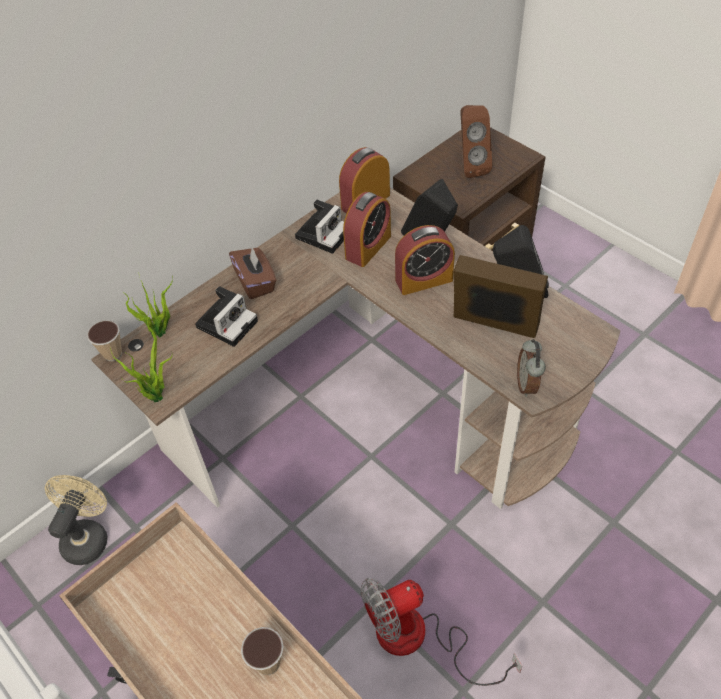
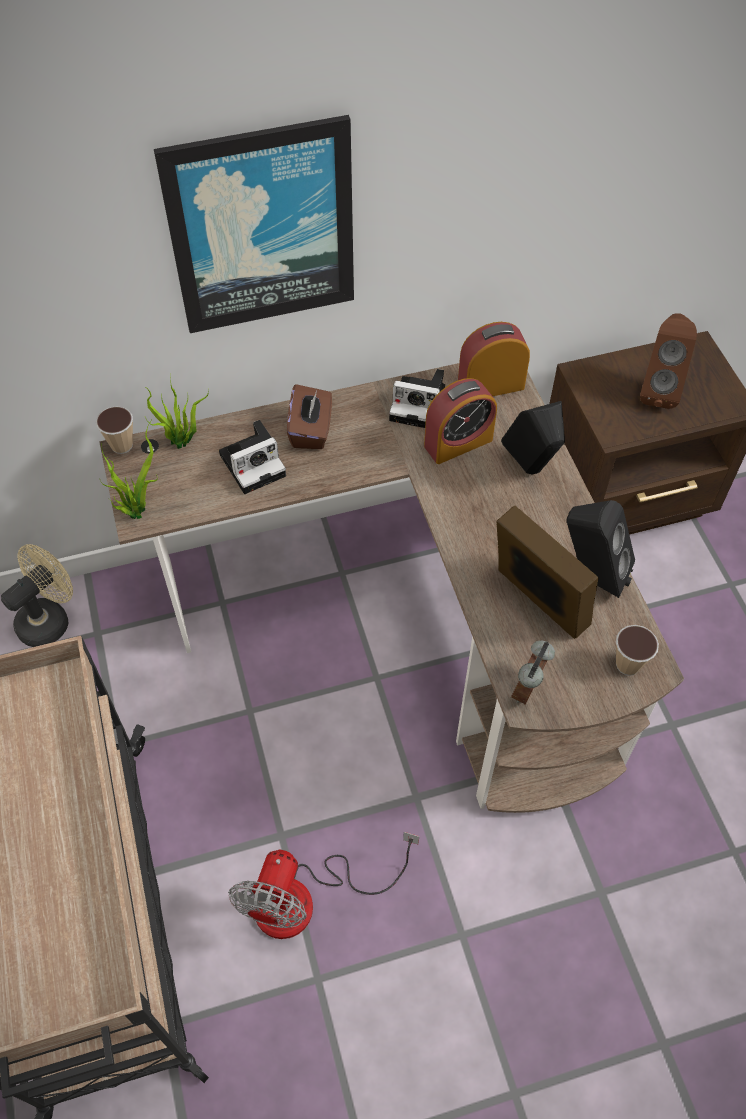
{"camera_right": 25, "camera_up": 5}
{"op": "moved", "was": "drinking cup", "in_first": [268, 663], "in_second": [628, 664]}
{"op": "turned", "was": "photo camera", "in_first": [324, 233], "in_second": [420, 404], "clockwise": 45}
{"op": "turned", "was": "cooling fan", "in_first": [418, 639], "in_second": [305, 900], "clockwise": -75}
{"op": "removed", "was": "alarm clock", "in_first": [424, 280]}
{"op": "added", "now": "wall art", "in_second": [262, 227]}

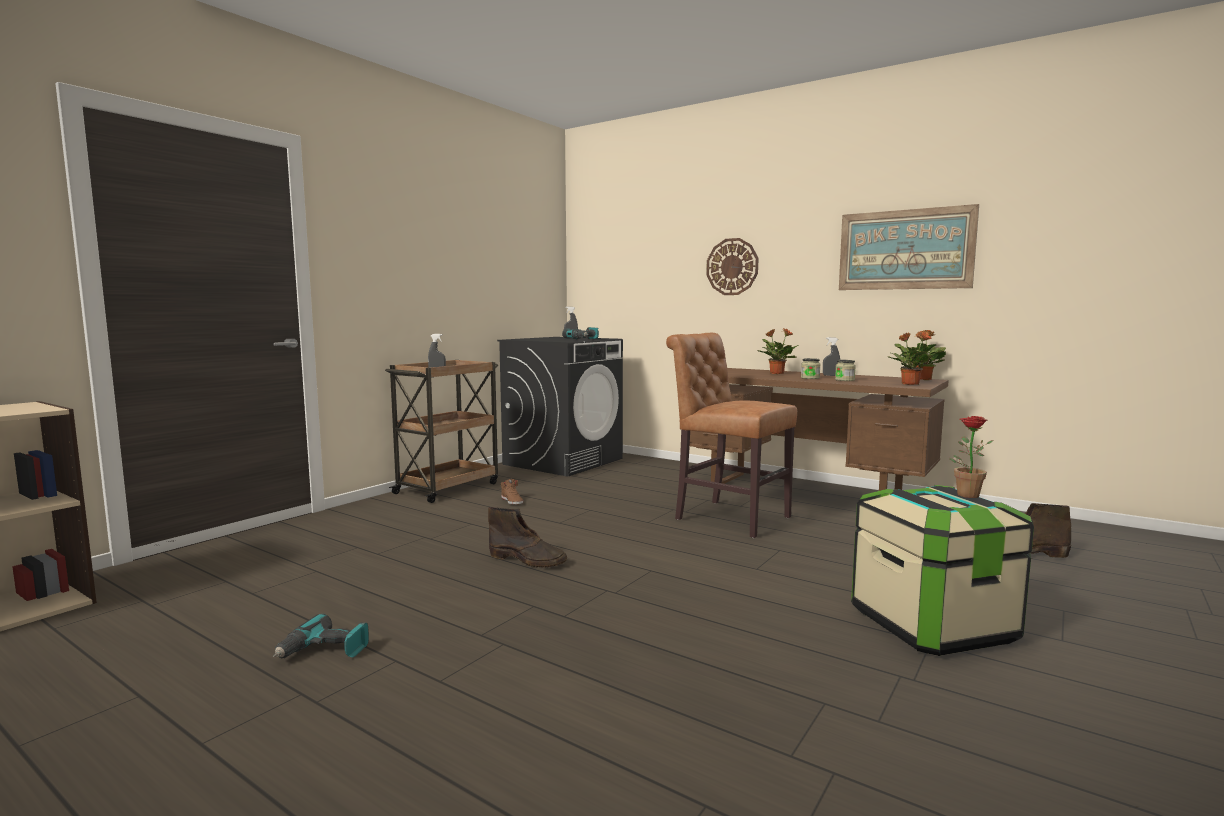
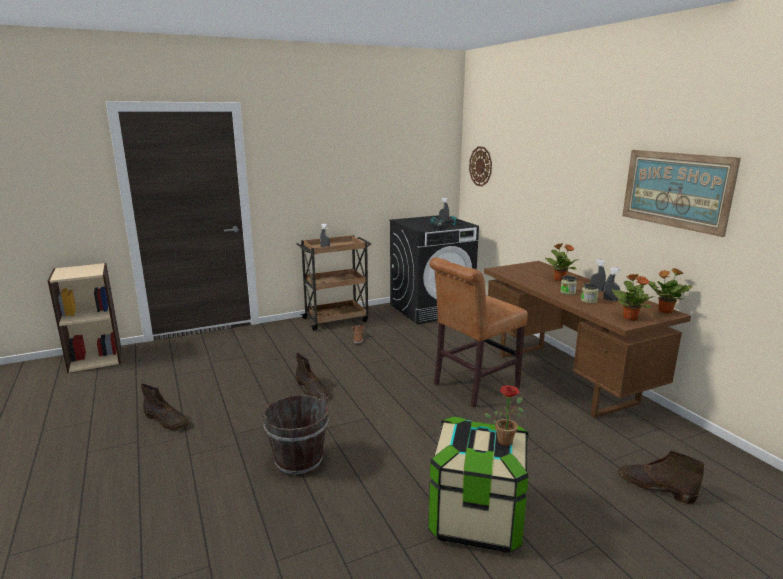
{"camera_right": 30, "camera_up": 10}
{"op": "replaced", "was": "power drill", "now": "brown-coloured high-top boot", "in_first": [324, 651], "in_second": [167, 421]}
{"op": "turned", "was": "brown-coloured plain chair", "in_first": [727, 517], "in_second": [472, 387], "clockwise": -105}
{"op": "moved", "was": "clock on the wall", "in_first": [732, 267], "in_second": [480, 166]}
{"op": "added", "now": "brown-coloured water bucket", "in_second": [299, 461]}
{"op": "added", "now": "greyish hand sprayer", "in_second": [610, 300]}

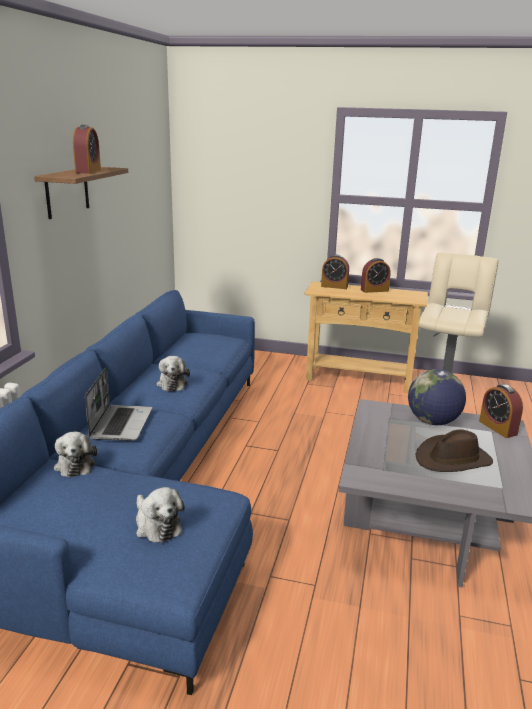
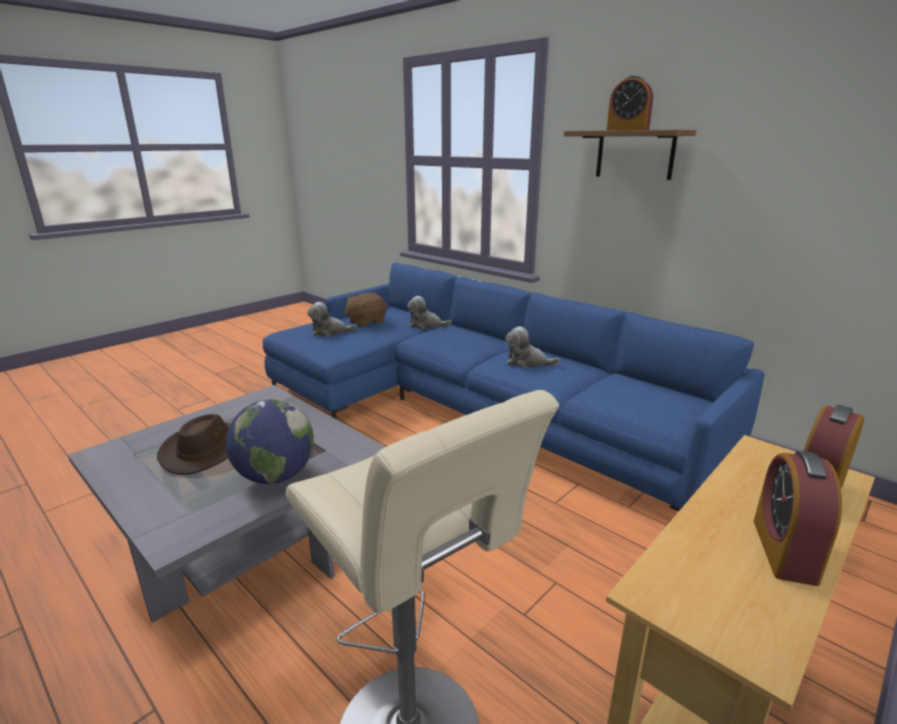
{"camera_right": 120, "camera_up": 0}
{"op": "removed", "was": "portable computer", "in_first": [121, 423]}
{"op": "removed", "was": "alarm clock", "in_first": [497, 428]}
{"op": "added", "now": "brown-coloured plush toy", "in_second": [366, 322]}

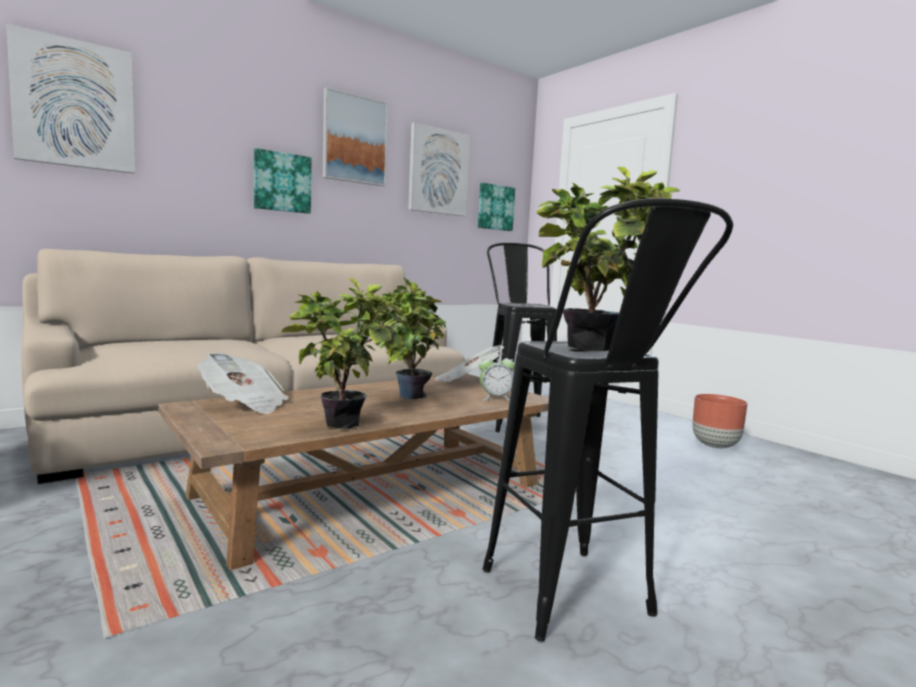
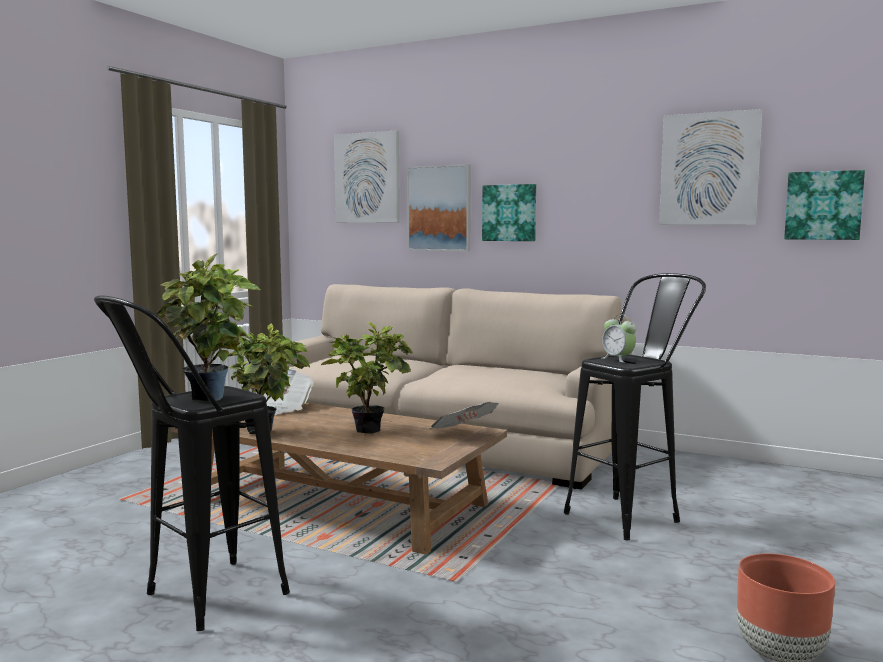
{"camera_right": 65, "camera_up": 0}
{"op": "moved", "was": "wall art", "in_first": [354, 139], "in_second": [439, 208]}
{"op": "moved", "was": "alarm clock", "in_first": [495, 398], "in_second": [618, 359]}

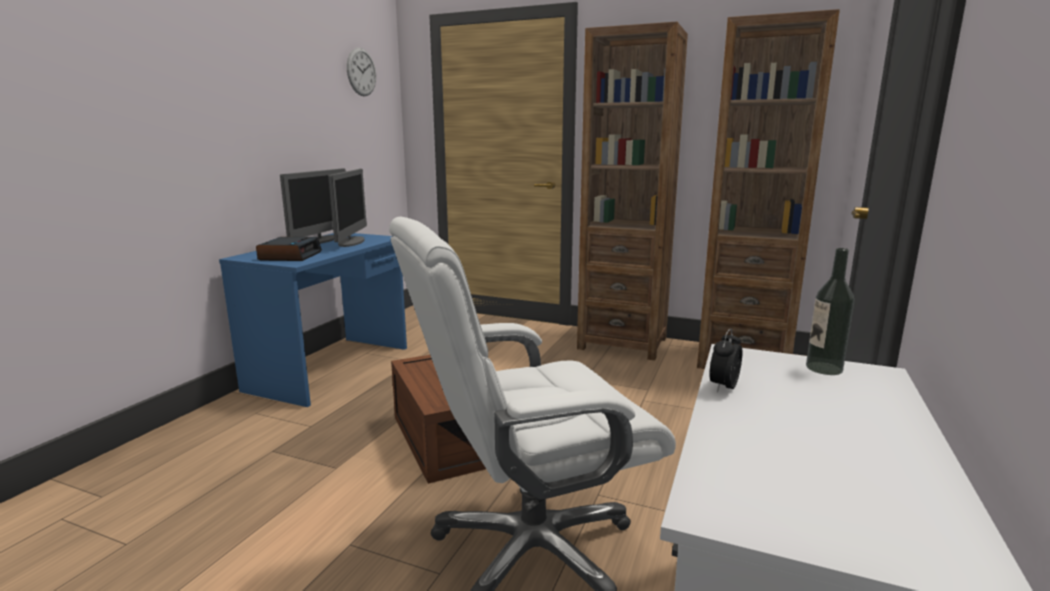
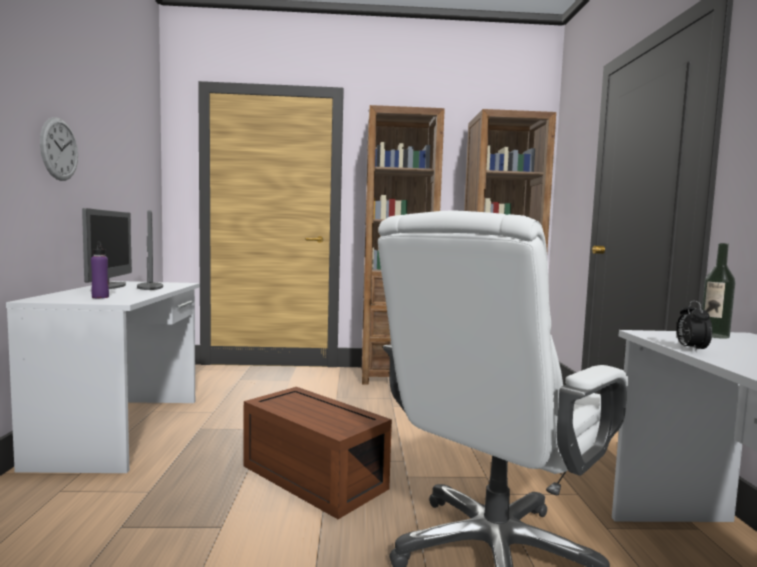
{"camera_right": -25, "camera_up": -10}
{"op": "recoloured", "was": "blue-coloured desk unit", "now": "white desk unit", "in_first": [332, 368], "in_second": [123, 430]}
{"op": "replaced", "was": "alarm clock", "now": "purple-coloured drink bottle", "in_first": [290, 256], "in_second": [100, 297]}
{"op": "moved", "was": "clock on the wall", "in_first": [361, 72], "in_second": [59, 149]}

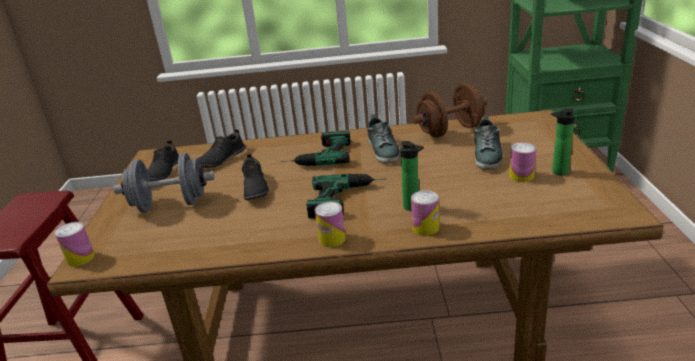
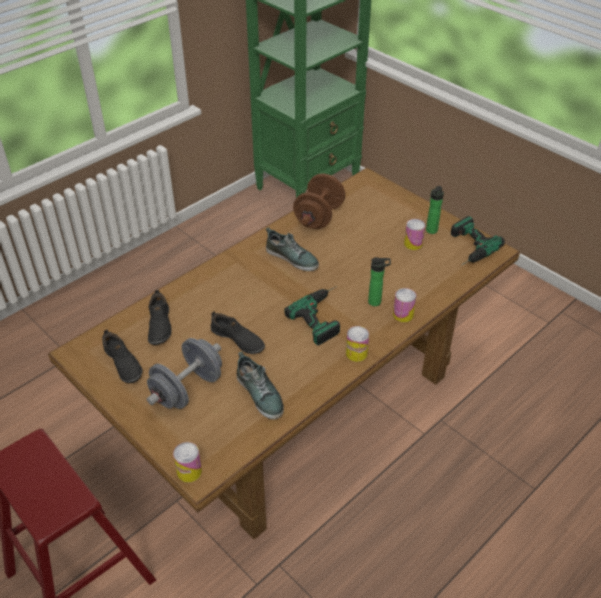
{"camera_right": -45, "camera_up": 15}
{"op": "moved", "was": "power drill", "in_first": [318, 155], "in_second": [466, 247]}
{"op": "moved", "was": "item of footwear", "in_first": [487, 155], "in_second": [260, 394]}

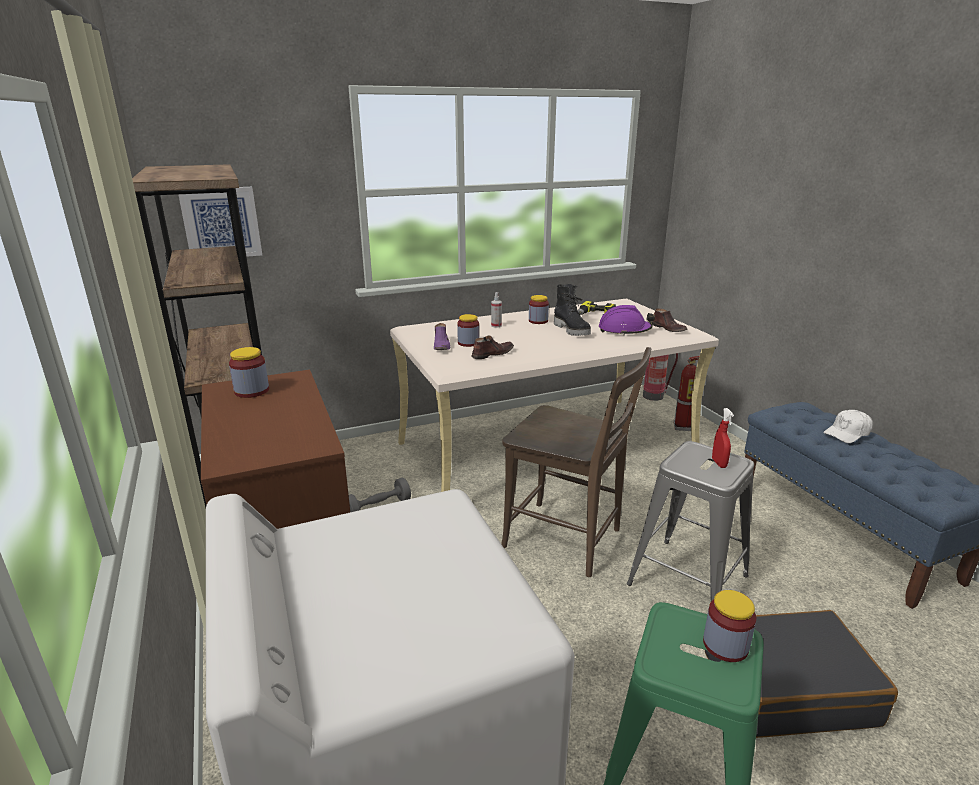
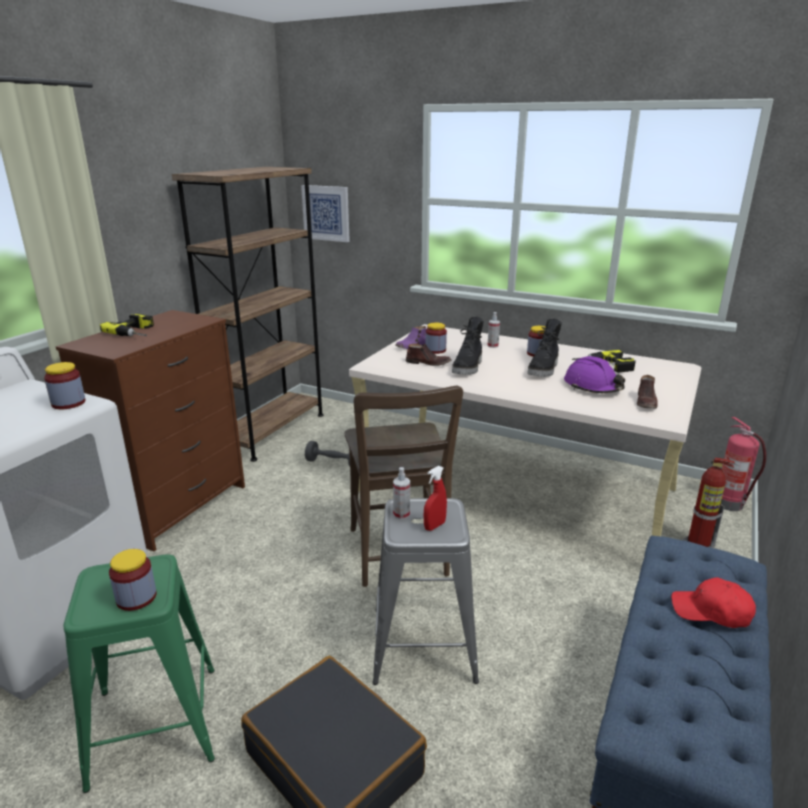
{"camera_right": 50, "camera_up": 0}
{"op": "moved", "was": "preserve jar", "in_first": [252, 391], "in_second": [68, 403]}
{"op": "recoloured", "was": "white baseball cap", "now": "red-coloured baseball cap", "in_first": [847, 433], "in_second": [711, 611]}
{"op": "added", "now": "power drill", "in_second": [138, 332]}
{"op": "added", "now": "hand sprayer", "in_second": [401, 514]}
{"op": "added", "now": "blackish high-top boot", "in_second": [468, 368]}

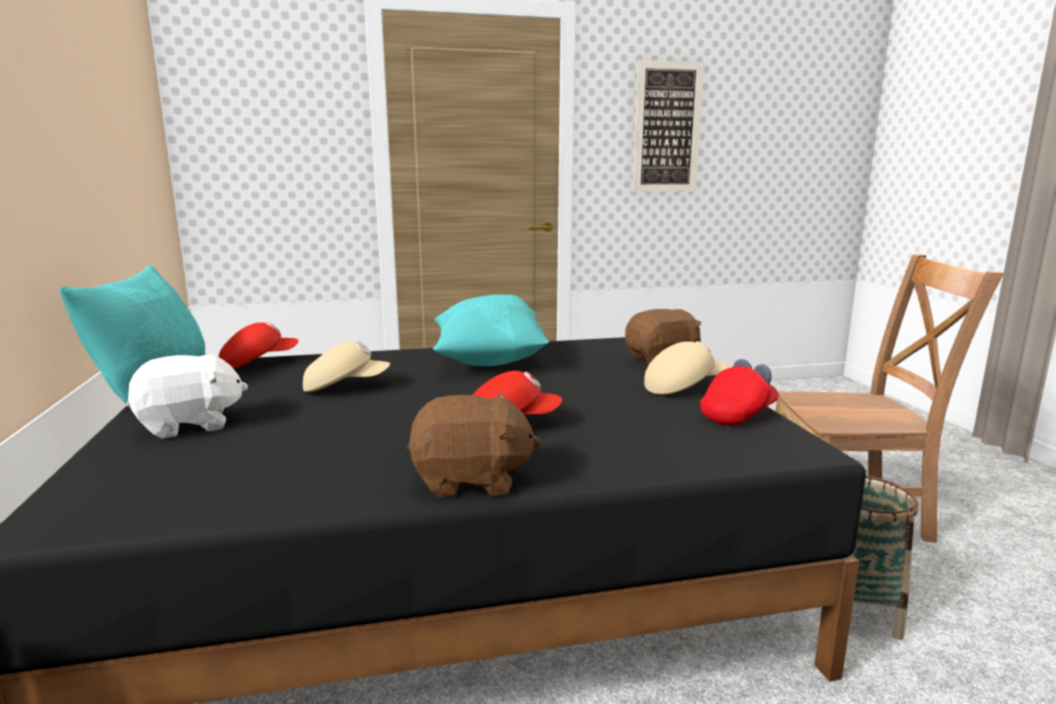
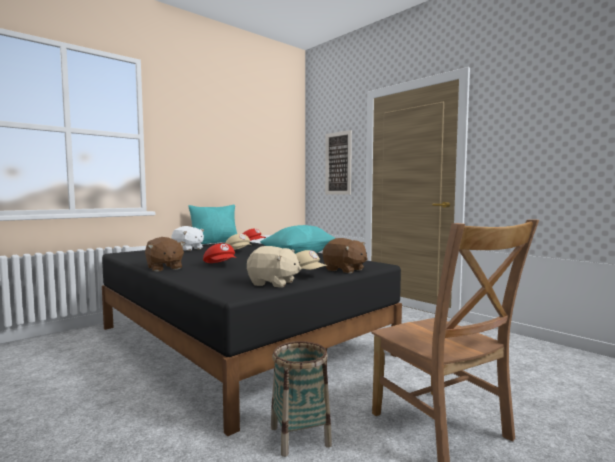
{"camera_right": 60, "camera_up": -10}
{"op": "moved", "was": "wall art", "in_first": [667, 128], "in_second": [338, 163]}
{"op": "replaced", "was": "red-coloured baseball cap", "now": "beige plush toy", "in_first": [738, 414], "in_second": [273, 283]}

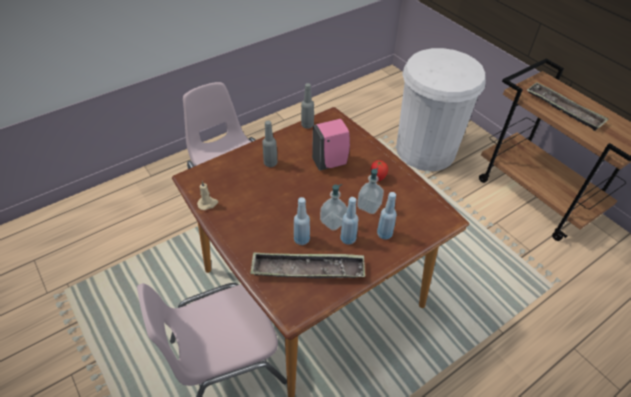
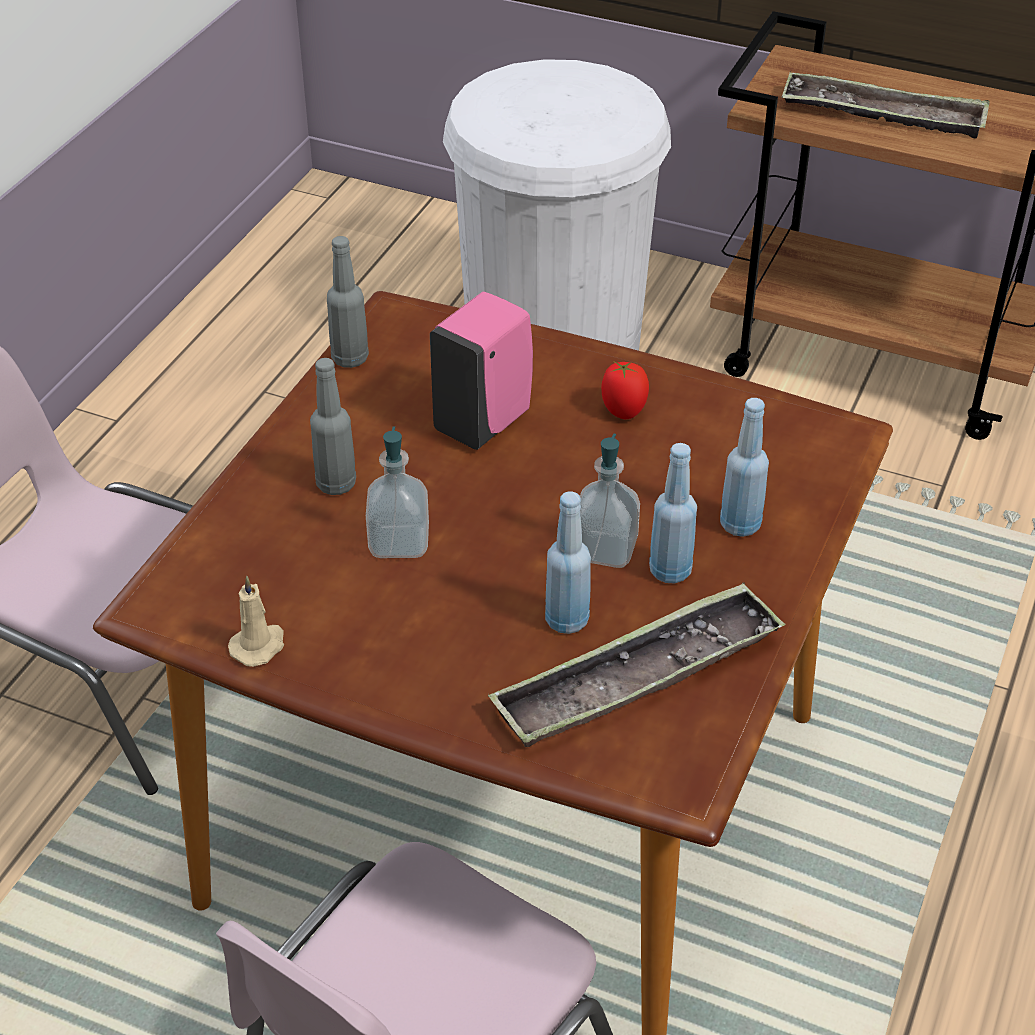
{"camera_right": -30, "camera_up": -5}
{"op": "moved", "was": "soap bottle", "in_first": [369, 206], "in_second": [399, 542]}

